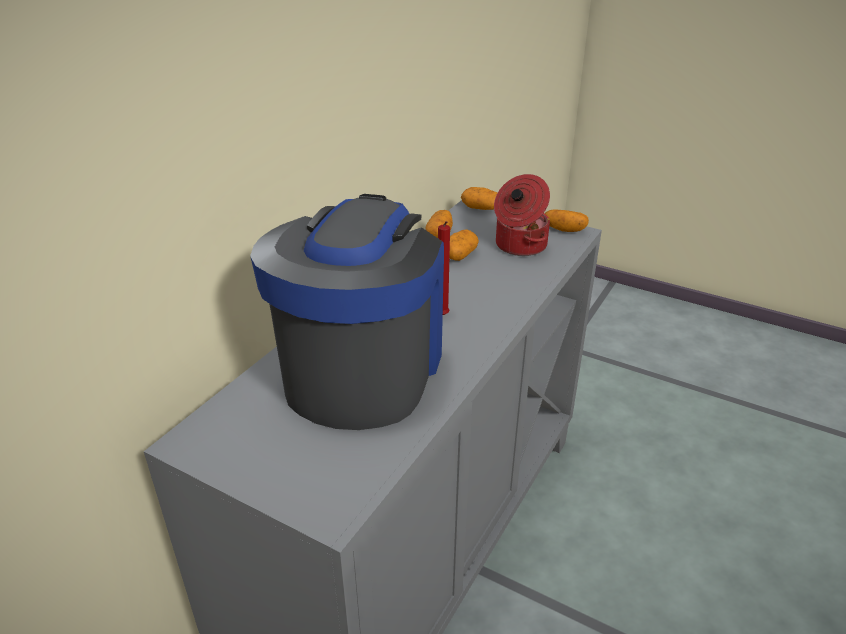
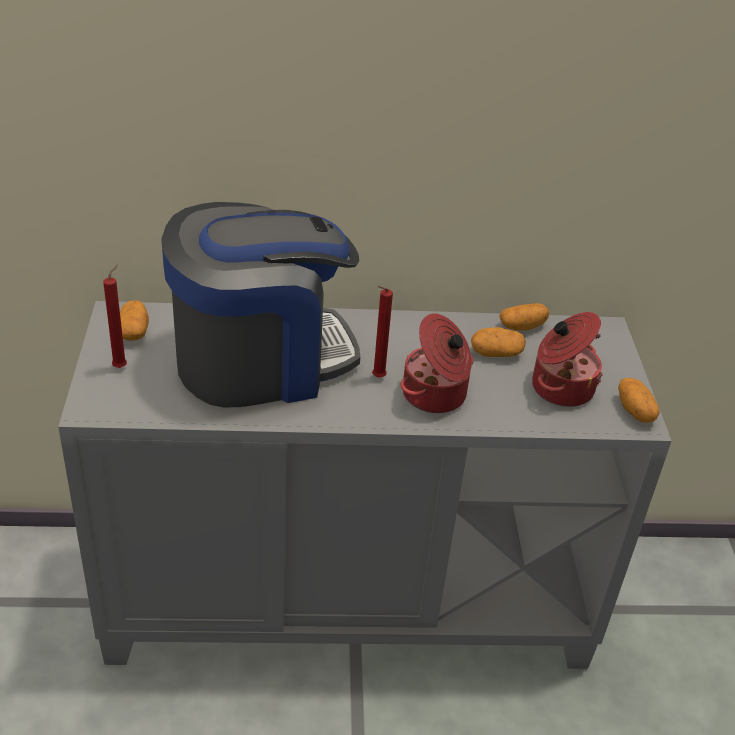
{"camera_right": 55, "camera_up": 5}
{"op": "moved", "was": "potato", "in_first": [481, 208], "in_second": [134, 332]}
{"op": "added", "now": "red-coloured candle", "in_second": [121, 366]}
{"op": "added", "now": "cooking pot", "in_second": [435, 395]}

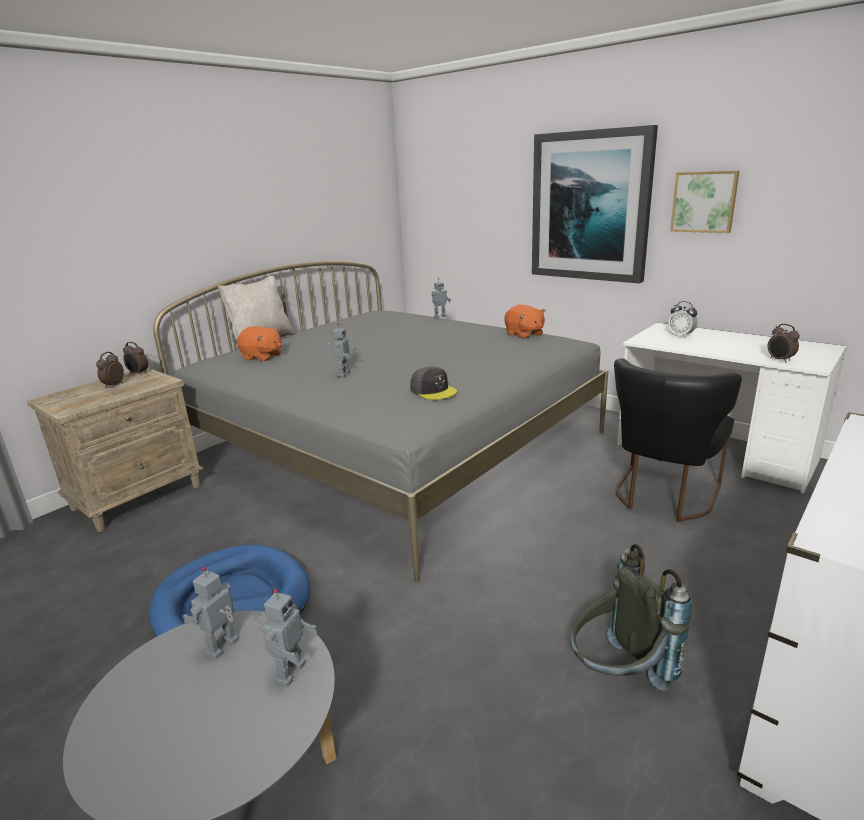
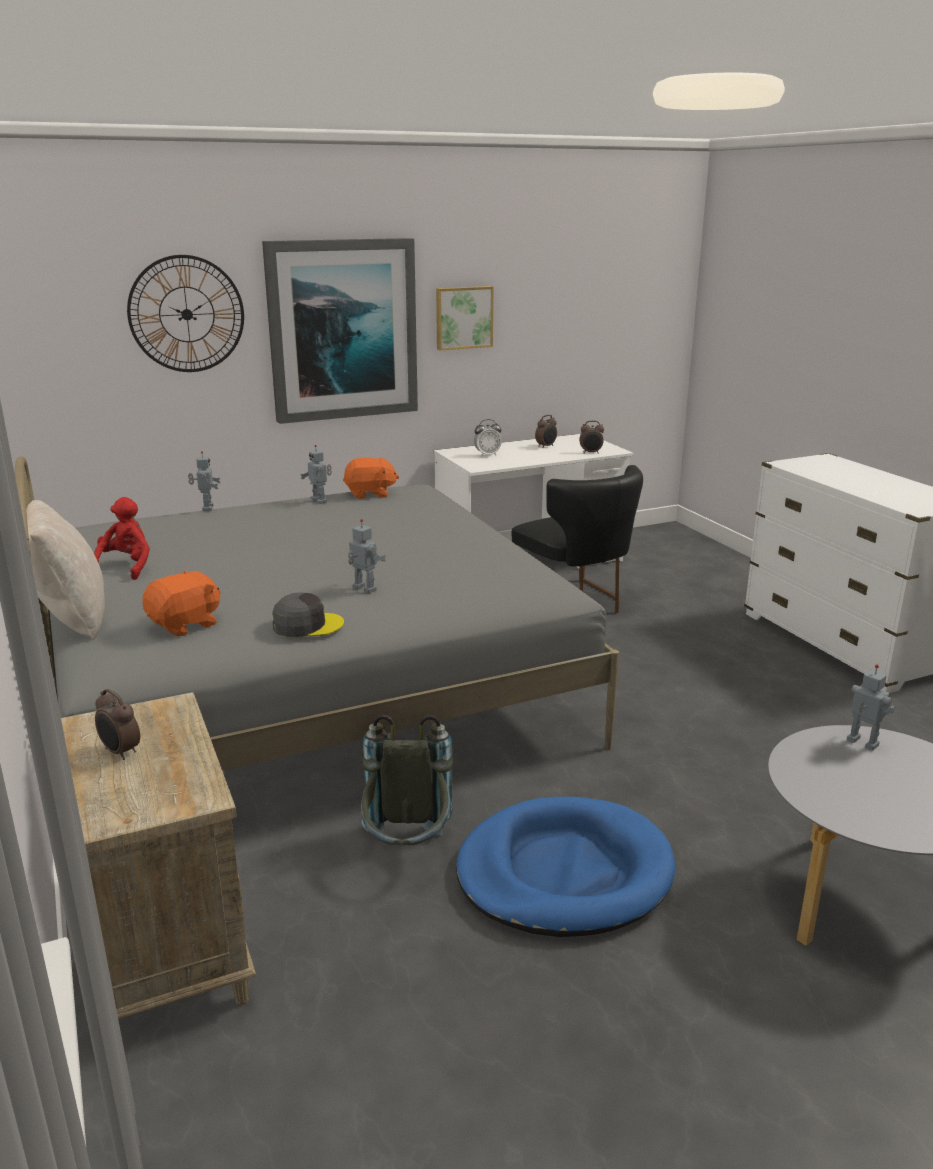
{"camera_right": -65, "camera_up": 0}
{"op": "moved", "was": "alarm clock", "in_first": [138, 374], "in_second": [546, 446]}
{"op": "moved", "was": "model robot", "in_first": [224, 648], "in_second": [320, 501]}
{"op": "moved", "was": "greyish baseball cap", "in_first": [433, 390], "in_second": [307, 625]}
{"op": "moved", "was": "greyish backpack", "in_first": [618, 676], "in_second": [407, 851]}
{"op": "added", "now": "red-coloured plush toy", "in_second": [126, 567]}
{"op": "added", "now": "clock on the wall", "in_second": [187, 314]}

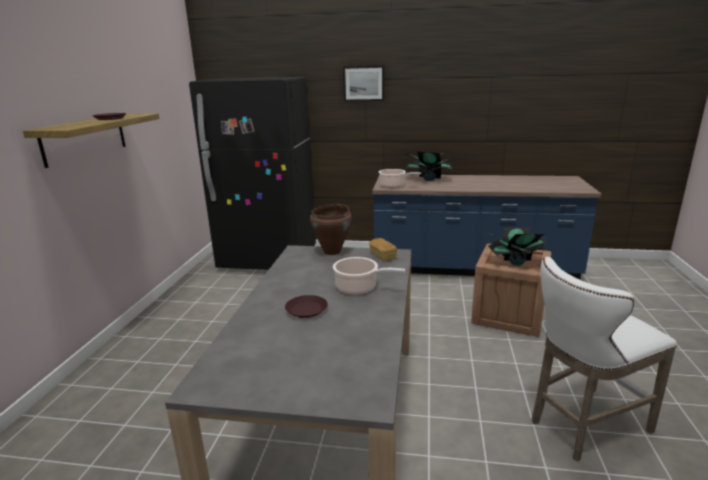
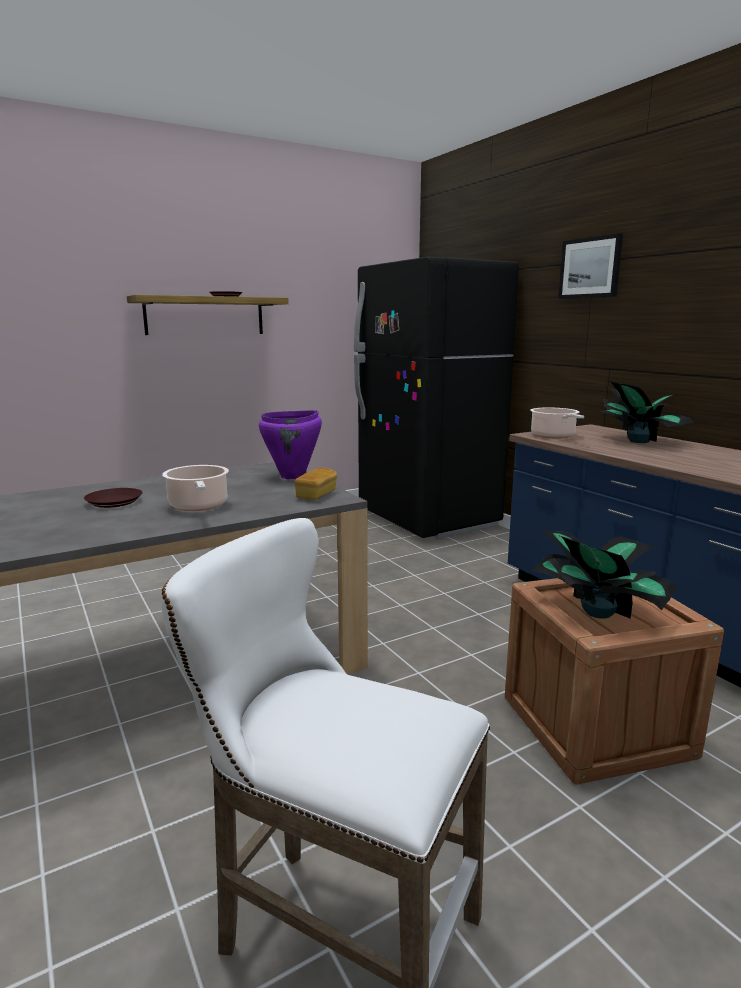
{"camera_right": 50, "camera_up": -5}
{"op": "recoloured", "was": "brown-coloured cooking pot", "now": "purple-coloured cooking pot", "in_first": [332, 252], "in_second": [293, 476]}

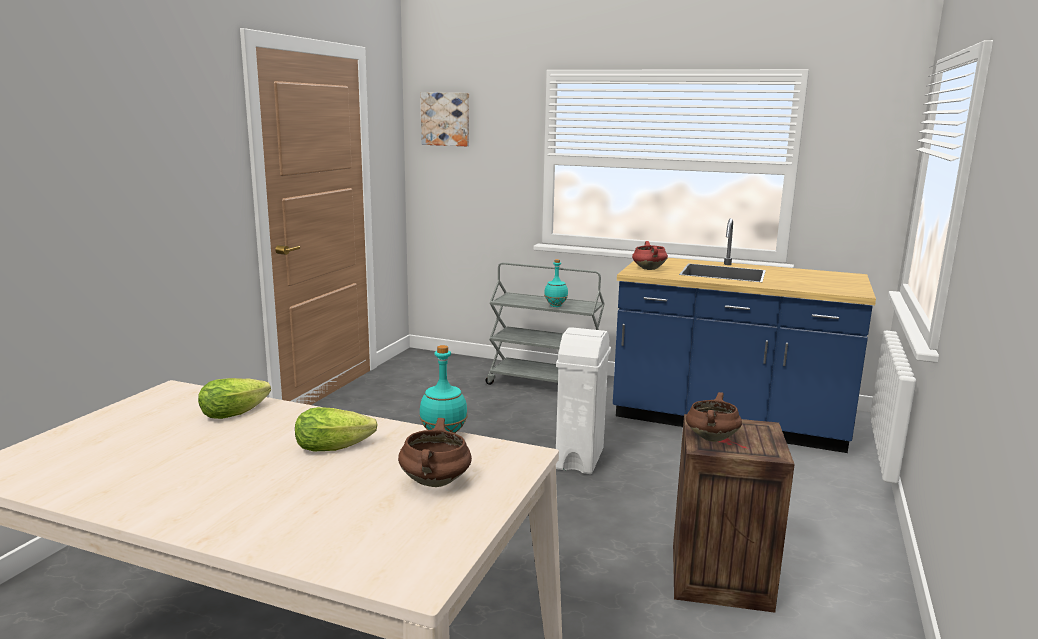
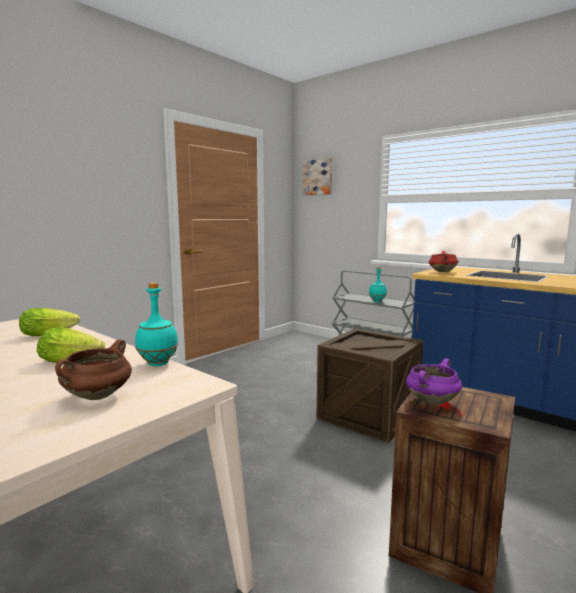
{"camera_right": 20, "camera_up": -5}
{"op": "replaced", "was": "white rubbish bin", "now": "crate", "in_first": [580, 459], "in_second": [368, 415]}
{"op": "recoloured", "was": "brown-coloured cooking pot", "now": "purple-coloured cooking pot", "in_first": [711, 438], "in_second": [432, 401]}

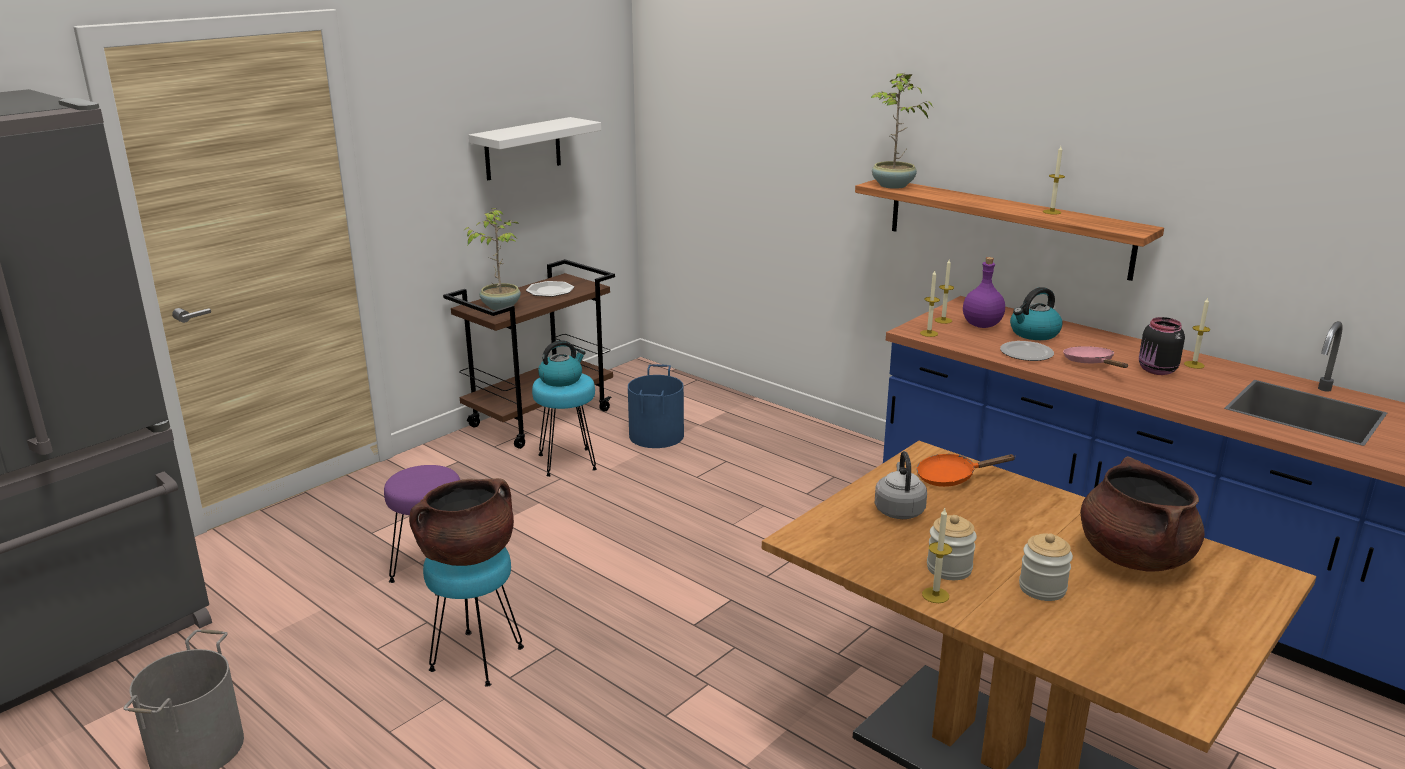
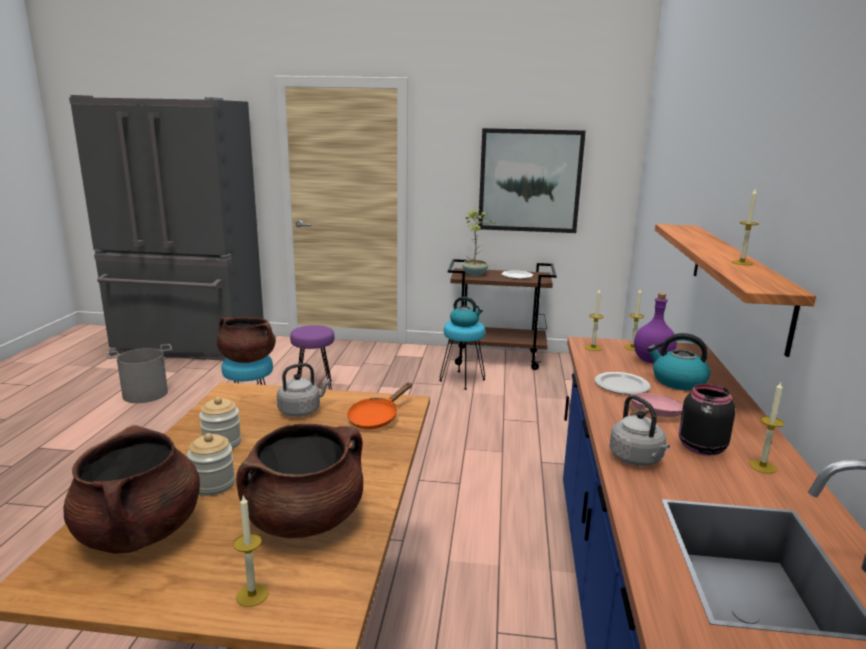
{"camera_right": 55, "camera_up": -5}
{"op": "replaced", "was": "white wall shelf", "now": "wall art", "in_first": [522, 149], "in_second": [529, 181]}
{"op": "removed", "was": "blue-coloured water bucket", "in_first": [655, 435]}
{"op": "removed", "was": "potted plant", "in_first": [892, 186]}
{"op": "turned", "was": "orange frying pan", "in_first": [951, 477], "in_second": [376, 418], "clockwise": -105}
{"op": "moved", "was": "candle", "in_first": [935, 595], "in_second": [252, 595]}
{"op": "added", "now": "brown-coloured cooking pot", "in_second": [140, 532]}
{"op": "added", "now": "greyish tea kettle", "in_second": [637, 459]}

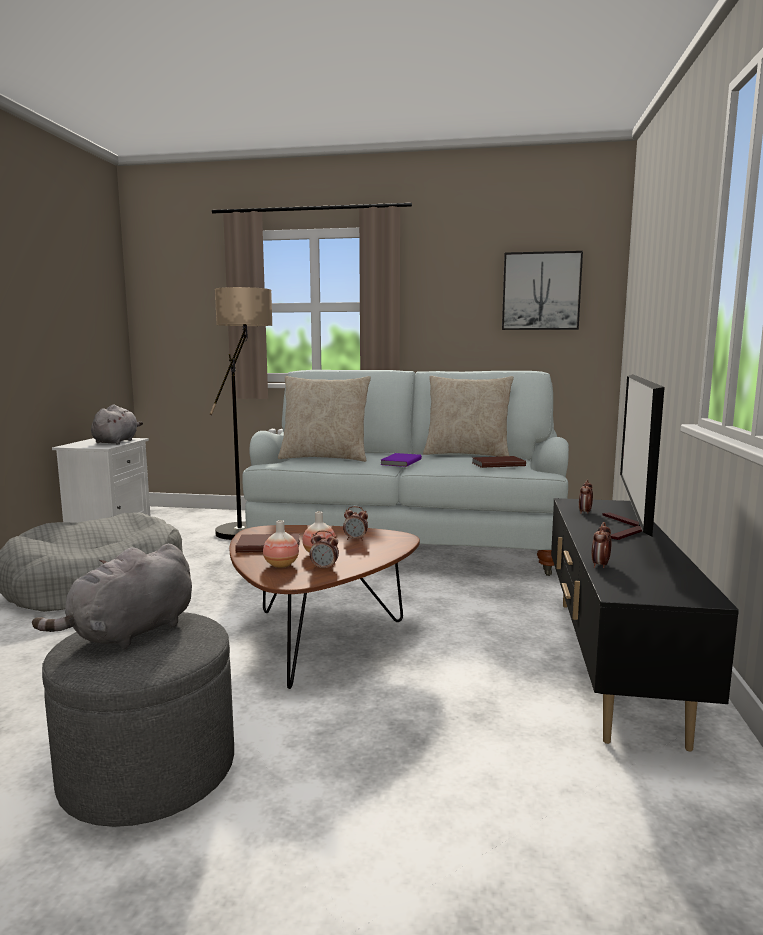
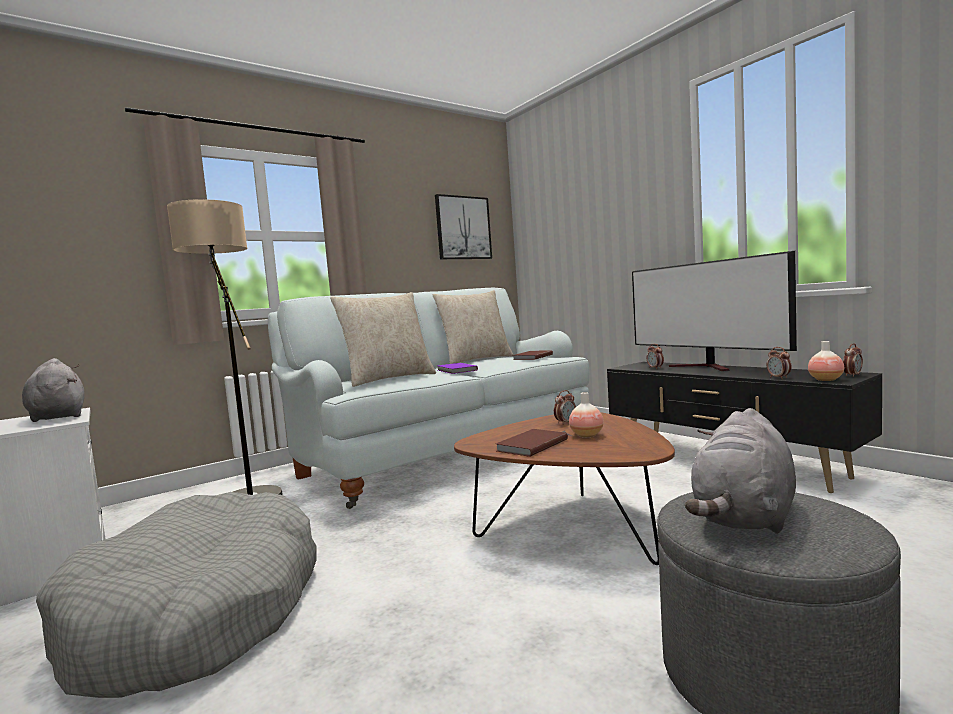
{"camera_right": -45, "camera_up": -5}
{"op": "turned", "was": "greyish plush toy", "in_first": [130, 633], "in_second": [745, 517], "clockwise": 45}
{"op": "moved", "was": "decorative vase", "in_first": [281, 565], "in_second": [825, 380]}
{"op": "moved", "was": "alarm clock", "in_first": [324, 568], "in_second": [852, 375]}

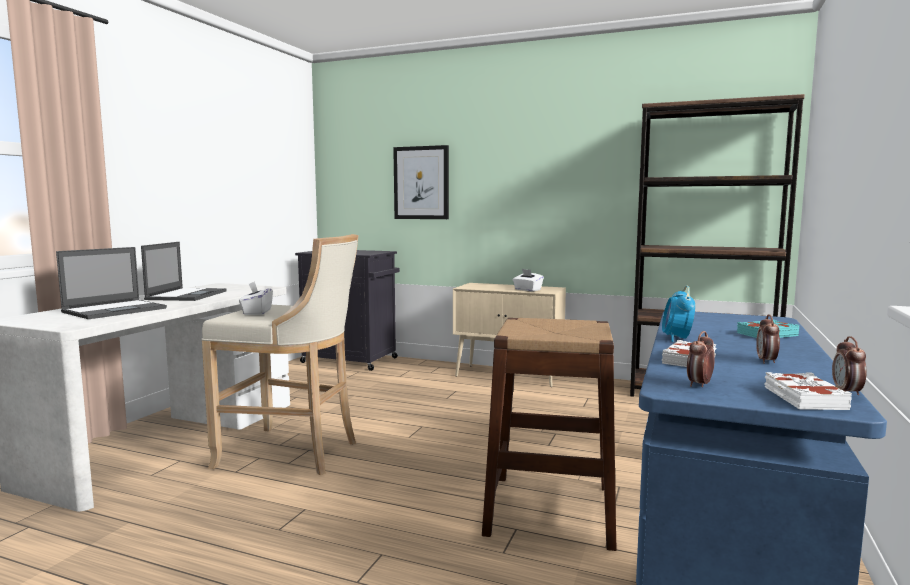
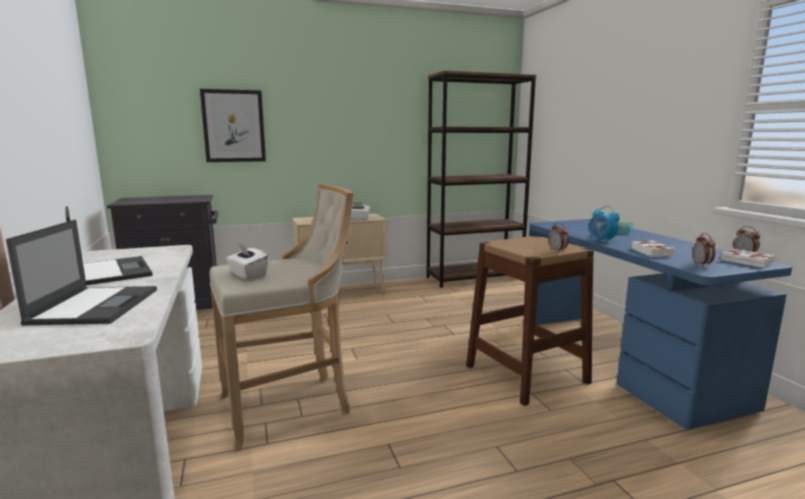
{"camera_right": -40, "camera_up": 5}
{"op": "moved", "was": "alarm clock", "in_first": [766, 361], "in_second": [557, 251]}

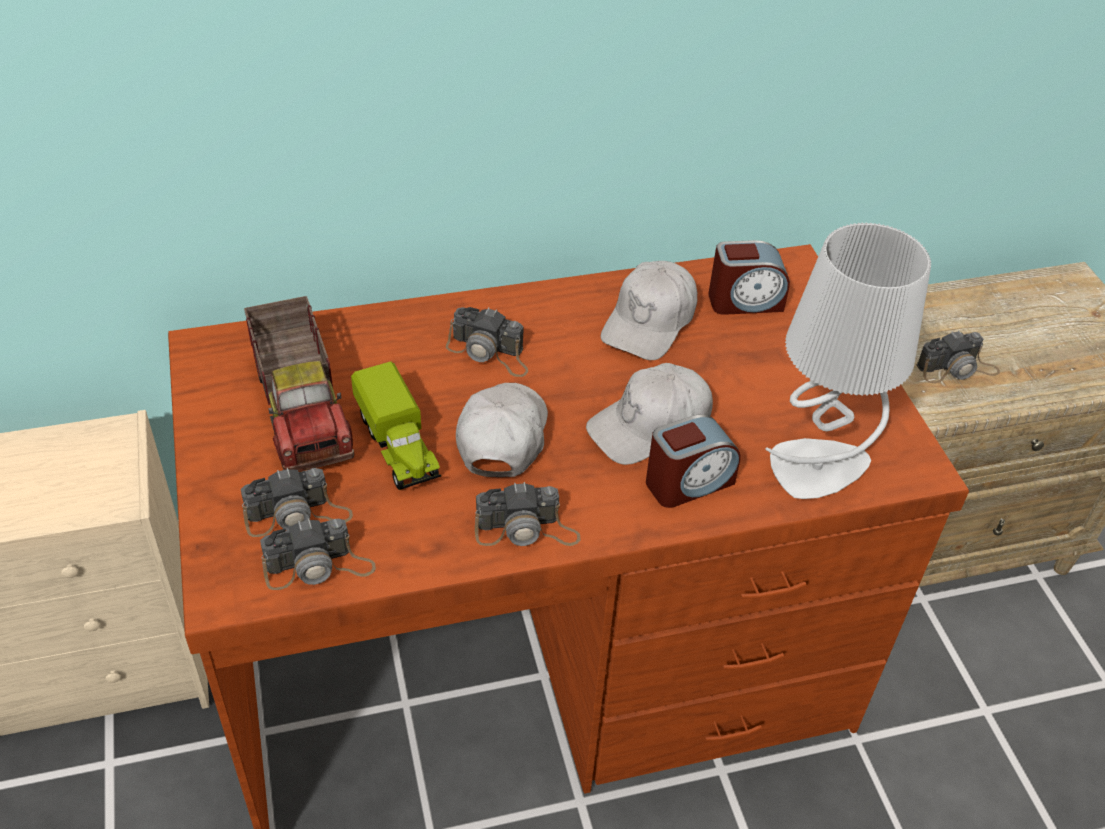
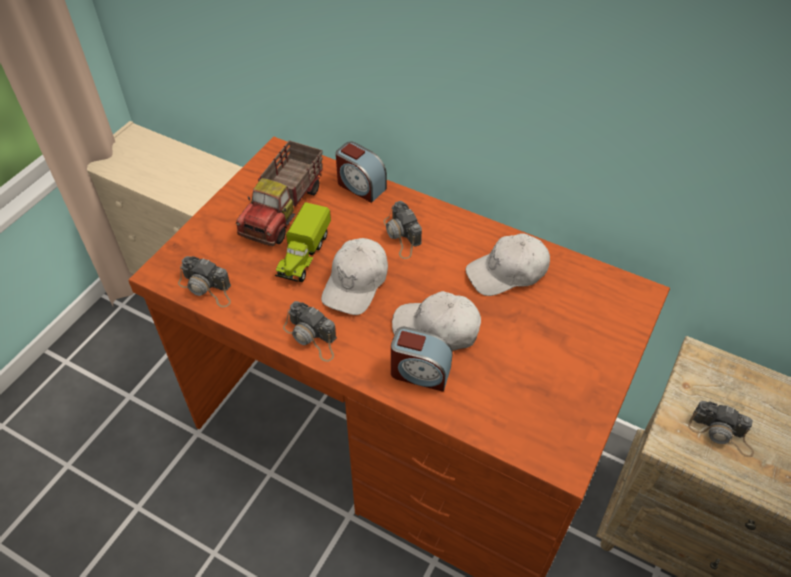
{"camera_right": 45, "camera_up": 5}
{"op": "removed", "was": "photo camera", "in_first": [298, 515]}
{"op": "turned", "was": "white baseball cap", "in_first": [502, 437], "in_second": [356, 283], "clockwise": 150}
{"op": "moved", "was": "alarm clock", "in_first": [745, 301], "in_second": [360, 186]}
{"op": "removed", "was": "greyish table lamp", "in_first": [817, 468]}

